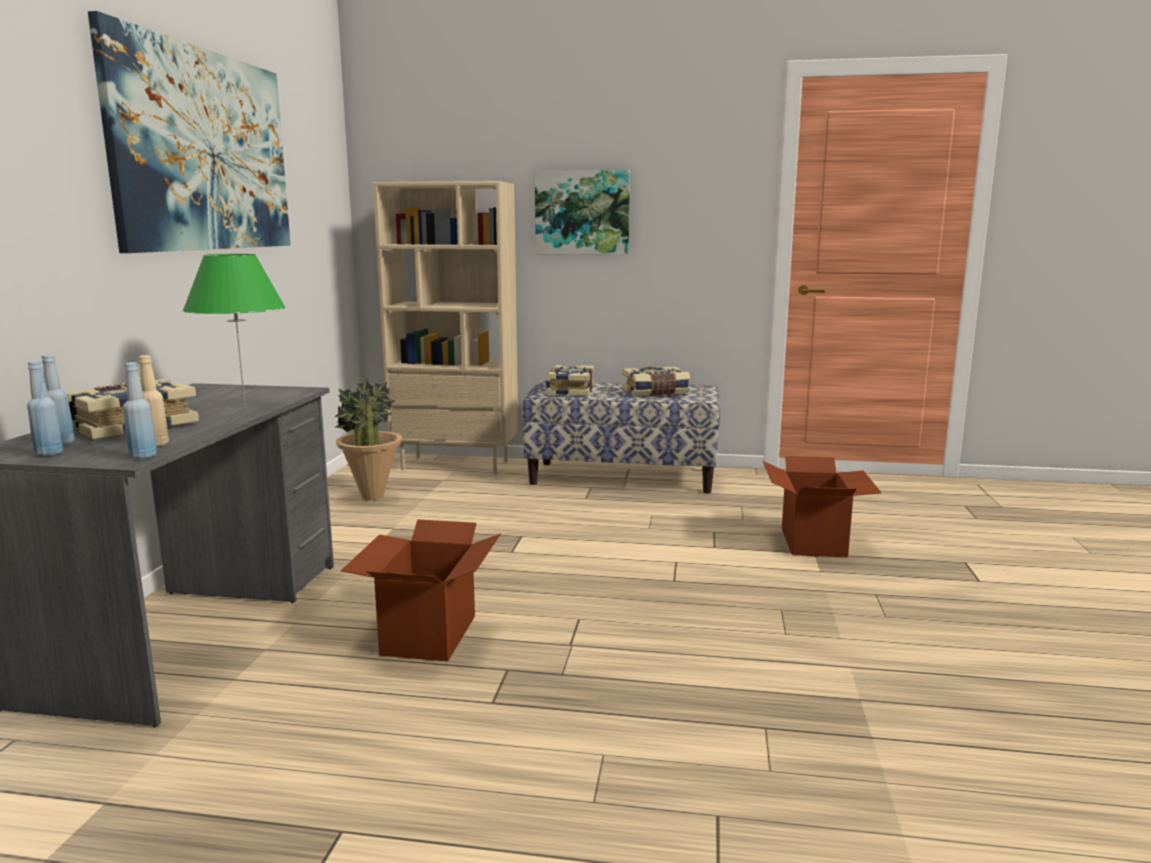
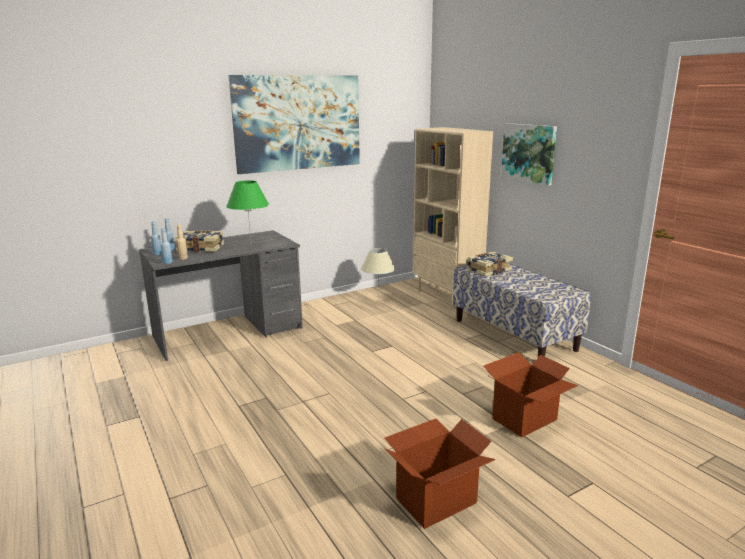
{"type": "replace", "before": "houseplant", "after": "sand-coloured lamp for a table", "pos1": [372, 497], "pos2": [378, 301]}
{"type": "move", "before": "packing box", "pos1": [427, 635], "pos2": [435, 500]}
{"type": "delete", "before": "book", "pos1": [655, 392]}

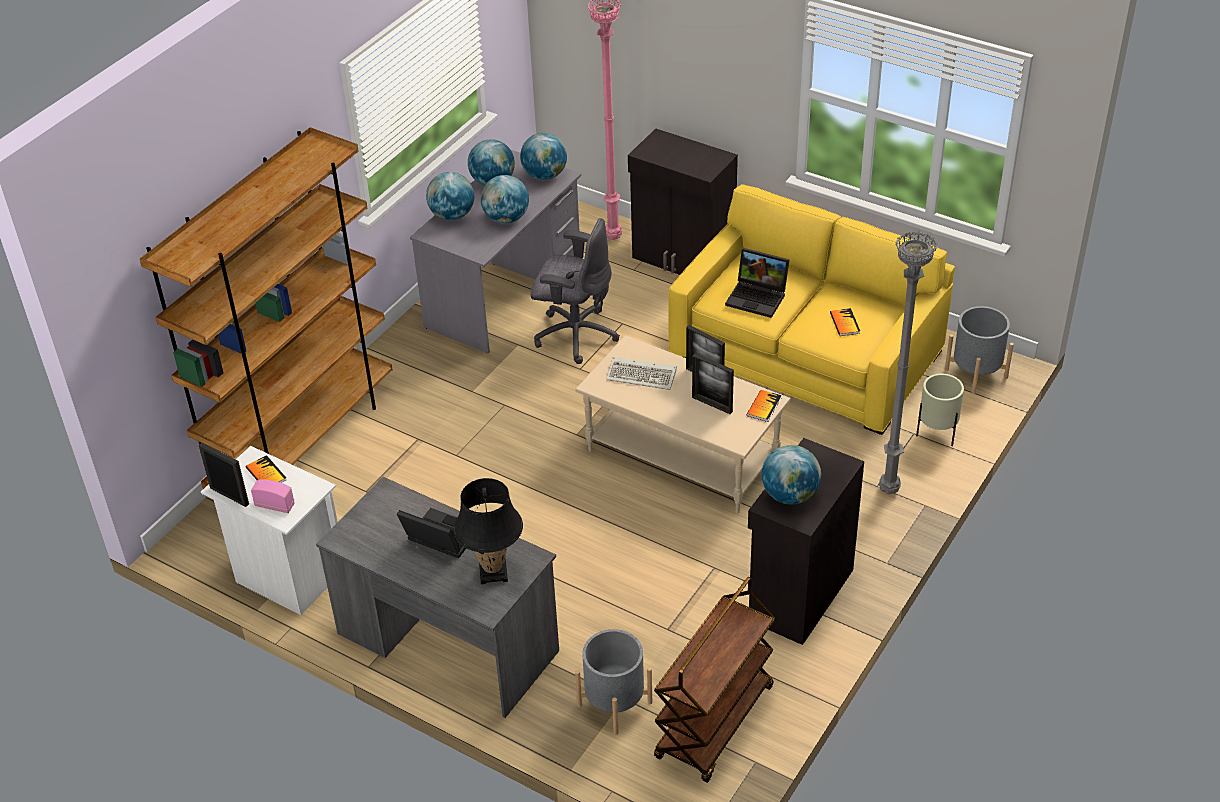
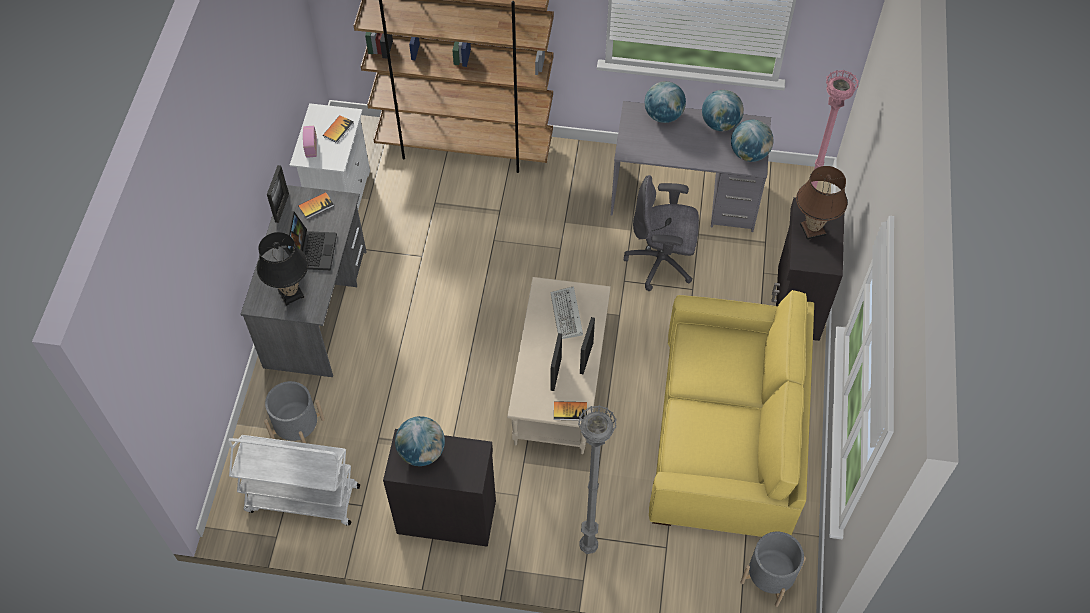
{"type": "move", "before": "photo frame", "pos1": [229, 496], "pos2": [282, 208]}
{"type": "delete", "before": "desk globe", "pos1": [506, 218]}
{"type": "rotate", "before": "greyish office chair", "pos1": [575, 335], "pos2": [661, 262], "turn": 105}
{"type": "recolor", "before": "brown-coloured trolley", "after": "white trolley", "pos1": [715, 723], "pos2": [302, 499]}
{"type": "delete", "before": "portable computer", "pos1": [758, 297]}
{"type": "move", "before": "book", "pos1": [844, 323], "pos2": [316, 206]}
{"type": "delete", "before": "sand-coloured planter", "pos1": [937, 435]}
{"type": "insert", "after": "brown-coloured lamp for a table", "pos2": [812, 229]}

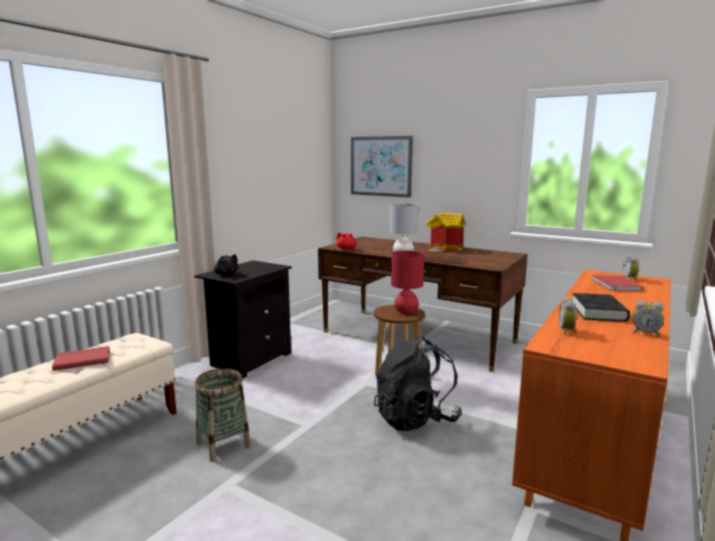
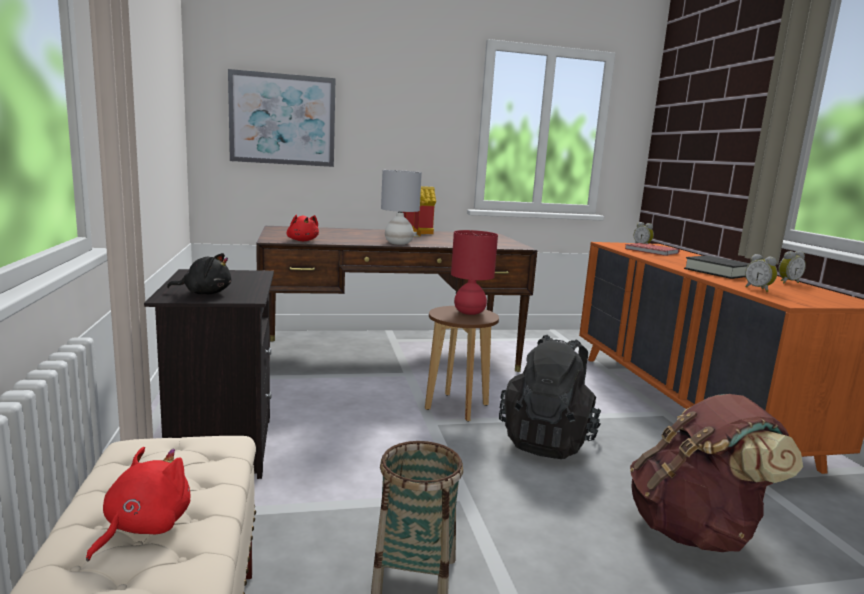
{"type": "replace", "before": "reddish book", "after": "reddish soft toy", "pos1": [82, 359], "pos2": [143, 527]}
{"type": "insert", "after": "brown-coloured backpack", "pos2": [695, 531]}

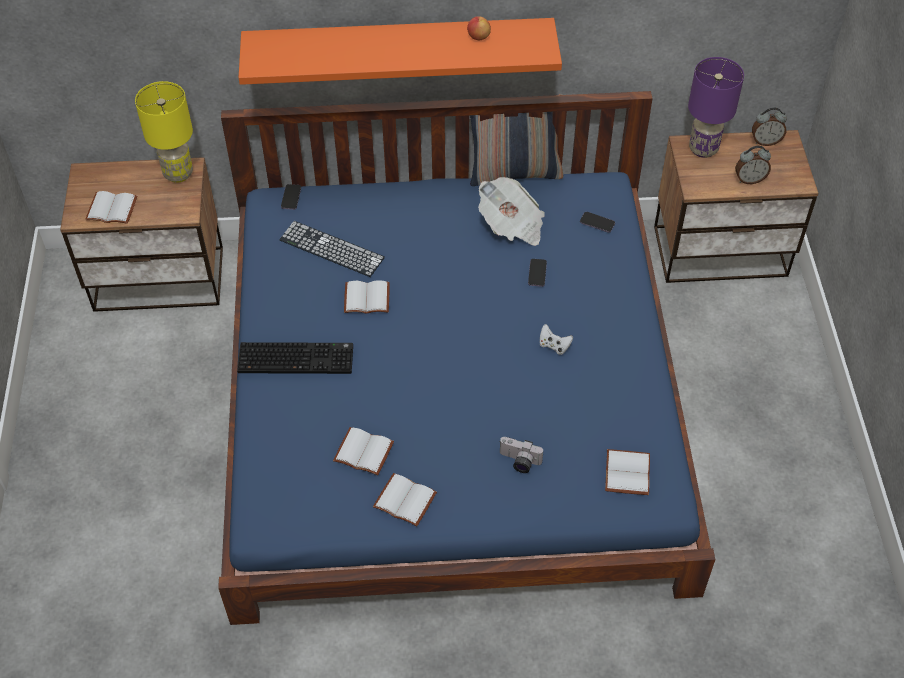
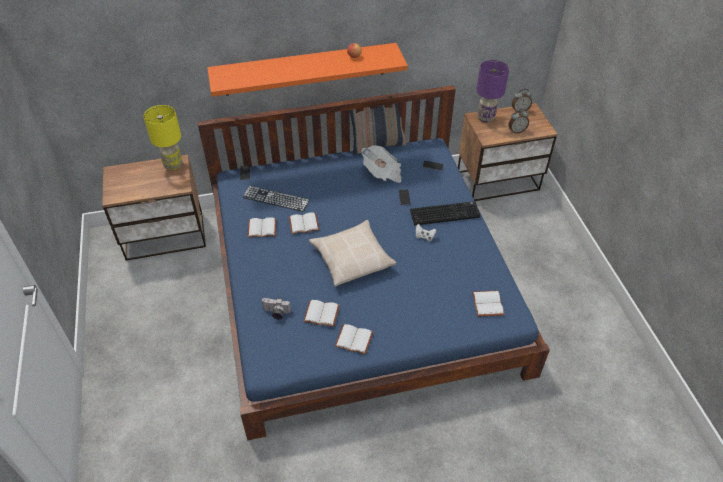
{"type": "move", "before": "white book", "pos1": [113, 208], "pos2": [262, 228]}
{"type": "move", "before": "keyboard", "pos1": [297, 358], "pos2": [445, 213]}
{"type": "move", "before": "still camera", "pos1": [518, 462], "pos2": [276, 313]}
{"type": "insert", "after": "sand-coloured cushion", "pos2": [352, 258]}

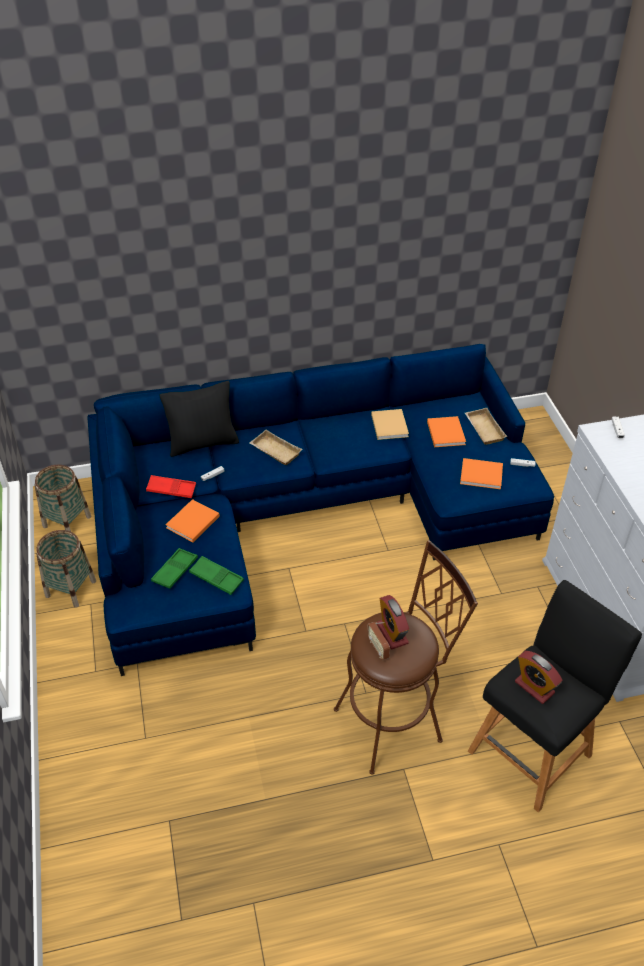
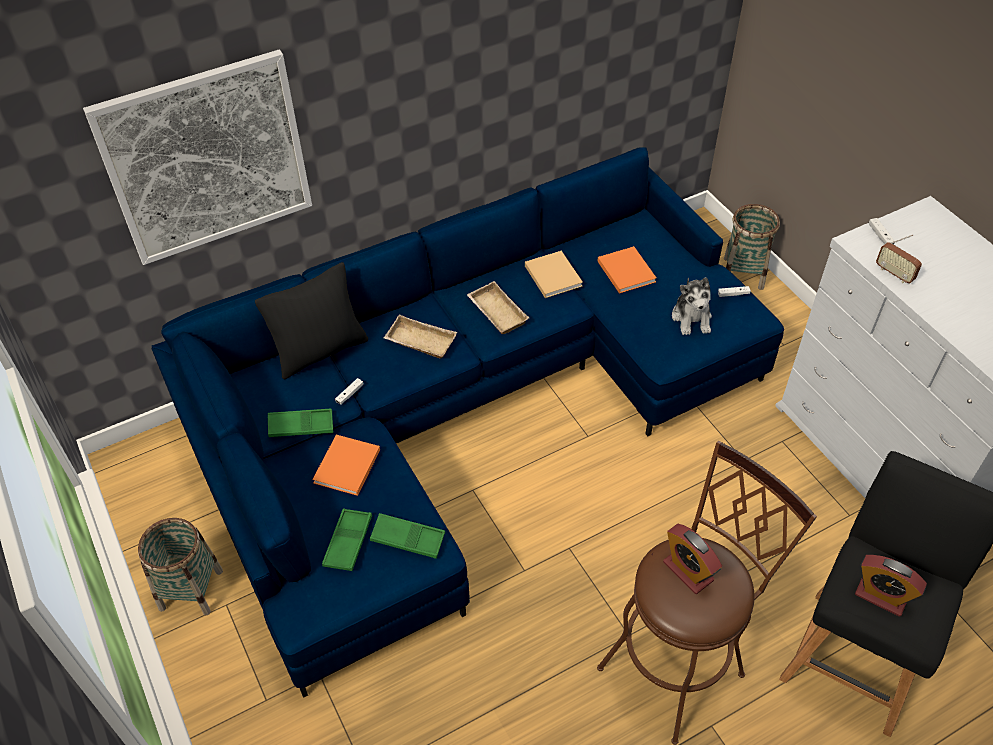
{"type": "move", "before": "basket", "pos1": [67, 521], "pos2": [743, 273]}
{"type": "recolor", "before": "reddish carrying tray", "after": "green-coloured carrying tray", "pos1": [171, 489], "pos2": [301, 426]}
{"type": "move", "before": "radio set", "pos1": [378, 648], "pos2": [894, 274]}
{"type": "replace", "before": "orange book", "after": "soft toy", "pos1": [482, 475], "pos2": [692, 318]}
{"type": "move", "before": "sand-coloured carrying tray", "pos1": [483, 429], "pos2": [495, 312]}
{"type": "insert", "after": "picture", "pos2": [207, 159]}

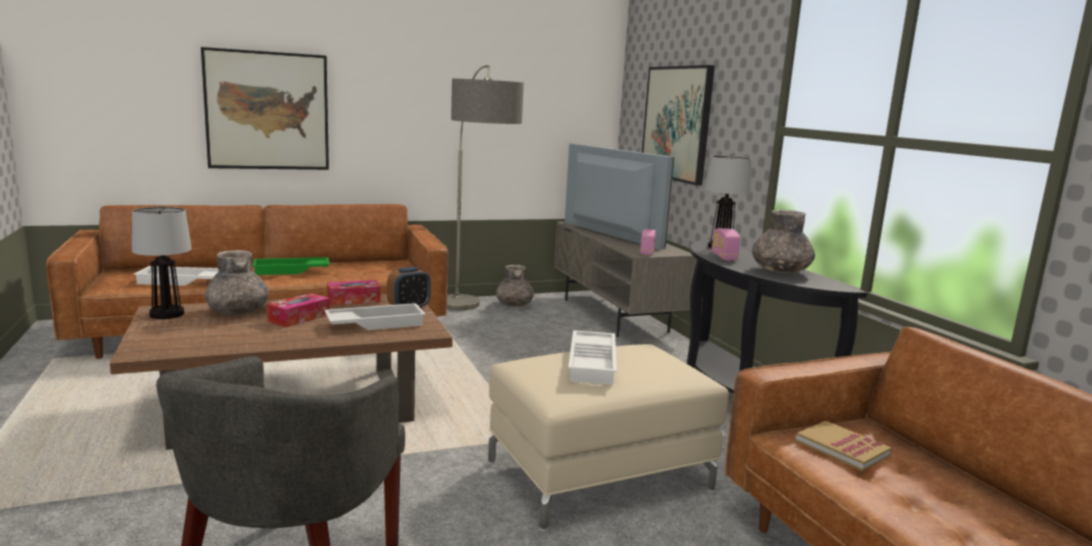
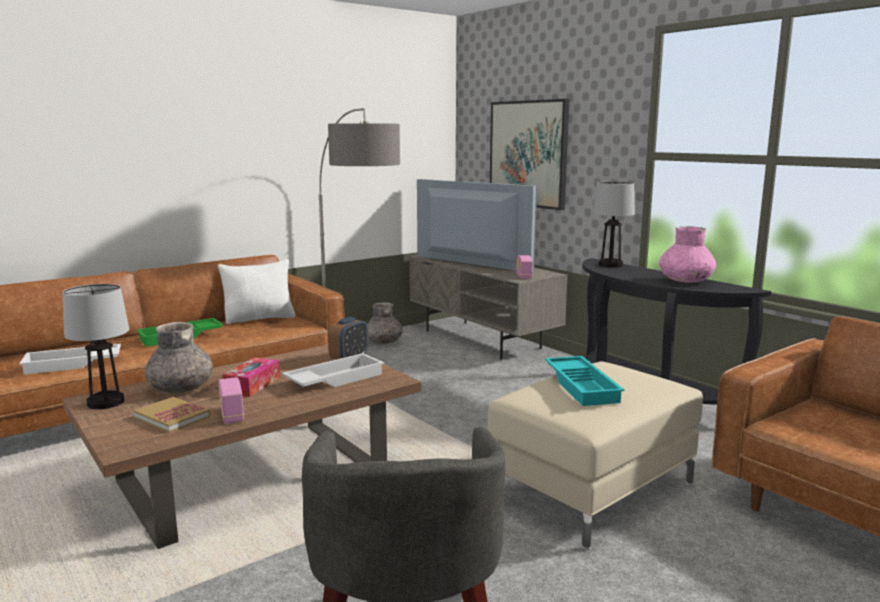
{"type": "delete", "before": "picture", "pos1": [267, 111]}
{"type": "delete", "before": "tissue holder", "pos1": [353, 300]}
{"type": "recolor", "before": "white carrying tray", "after": "turquoise carrying tray", "pos1": [594, 363], "pos2": [583, 386]}
{"type": "move", "before": "radio set", "pos1": [723, 257], "pos2": [231, 415]}
{"type": "recolor", "before": "greyish decorative vase", "after": "pink decorative vase", "pos1": [780, 271], "pos2": [685, 281]}
{"type": "move", "before": "book", "pos1": [842, 448], "pos2": [172, 417]}
{"type": "insert", "after": "white cushion", "pos2": [260, 319]}

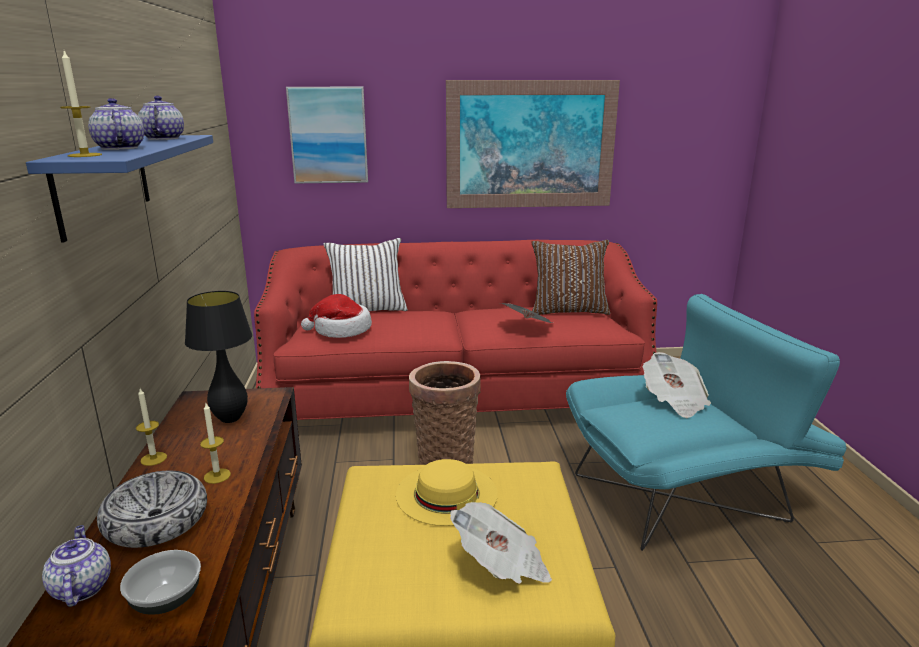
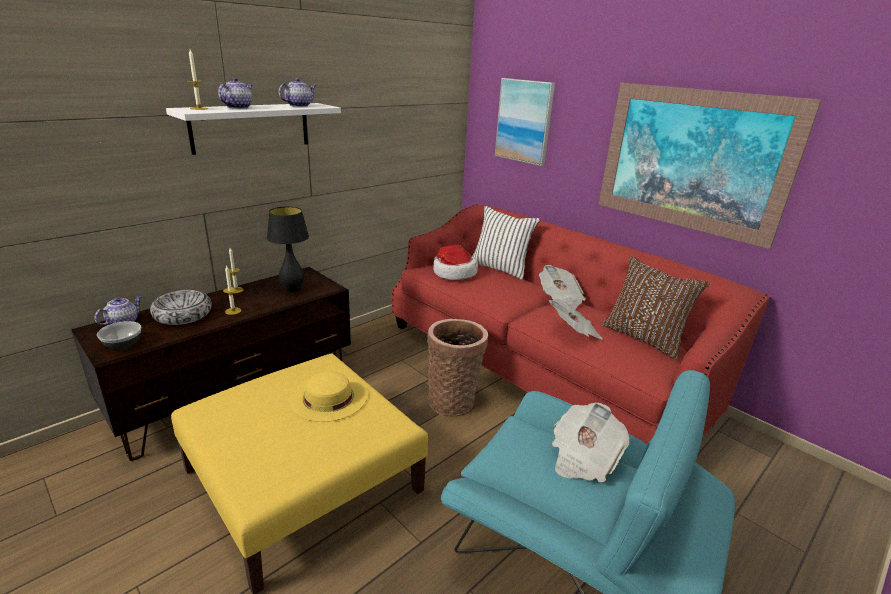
{"type": "recolor", "before": "blue-coloured wall shelf", "after": "white wall shelf", "pos1": [104, 183], "pos2": [251, 127]}
{"type": "move", "before": "printed paper", "pos1": [501, 565], "pos2": [560, 299]}

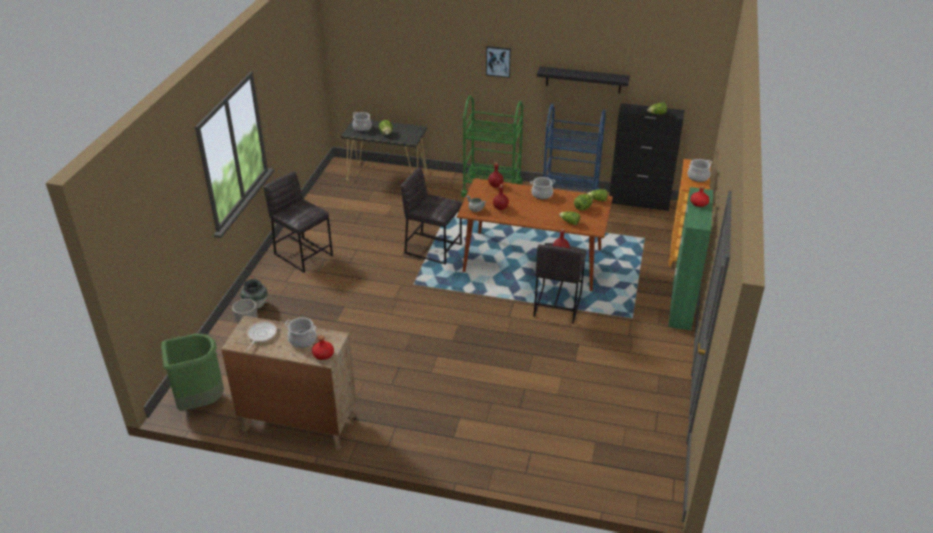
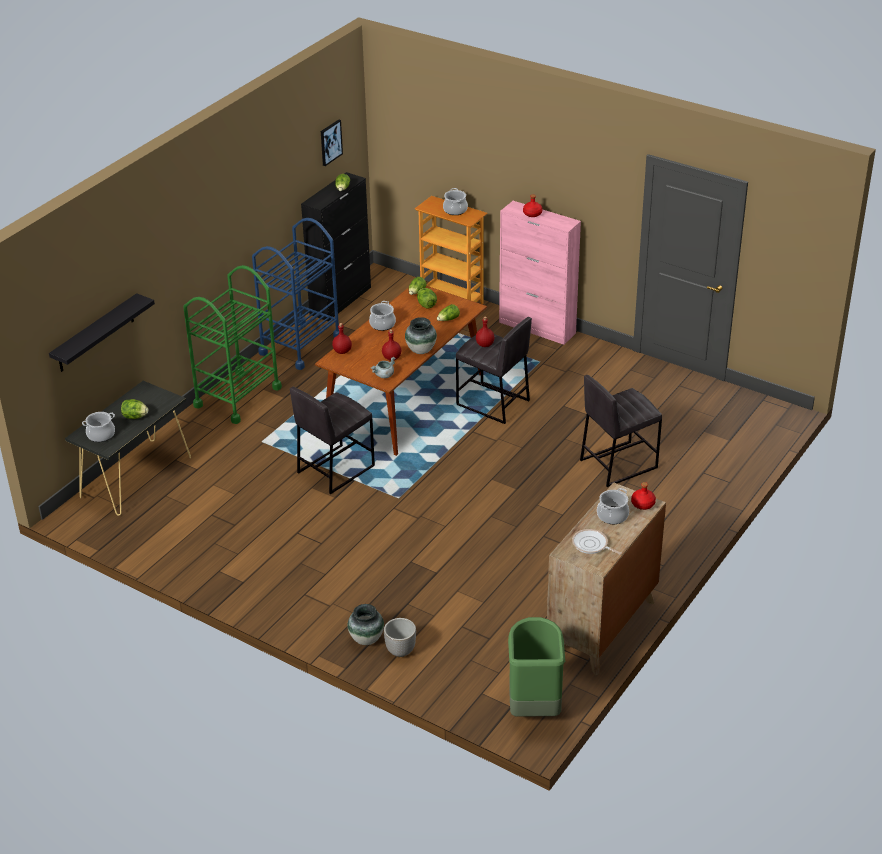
{"type": "move", "before": "greyish sitting stool", "pos1": [303, 254], "pos2": [617, 463]}
{"type": "move", "before": "picture", "pos1": [498, 61], "pos2": [330, 142]}
{"type": "move", "before": "black-coloured wall shelf", "pos1": [583, 80], "pos2": [95, 334]}
{"type": "recolor", "before": "green-coloured cabinet", "after": "pink cabinet", "pos1": [681, 306], "pos2": [537, 328]}
{"type": "insert", "after": "decorative vase", "pos2": [421, 350]}

